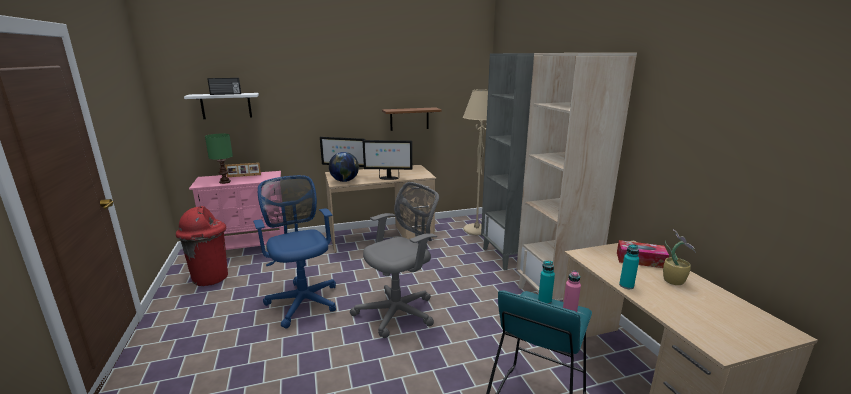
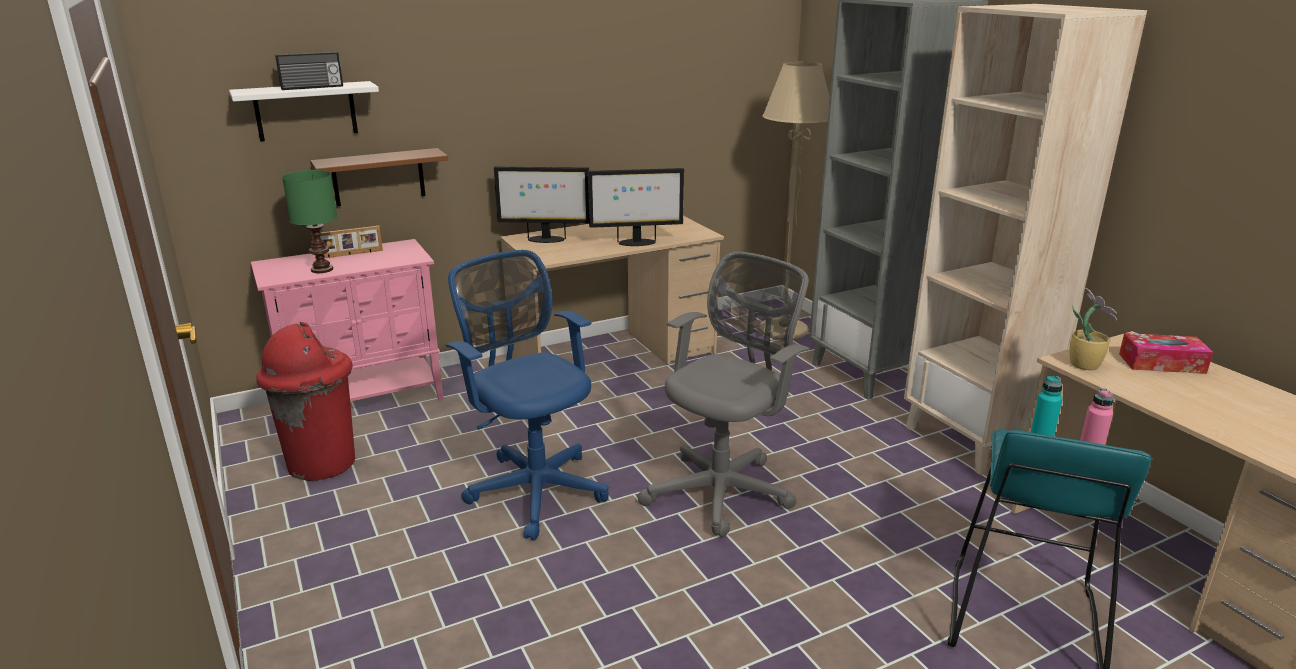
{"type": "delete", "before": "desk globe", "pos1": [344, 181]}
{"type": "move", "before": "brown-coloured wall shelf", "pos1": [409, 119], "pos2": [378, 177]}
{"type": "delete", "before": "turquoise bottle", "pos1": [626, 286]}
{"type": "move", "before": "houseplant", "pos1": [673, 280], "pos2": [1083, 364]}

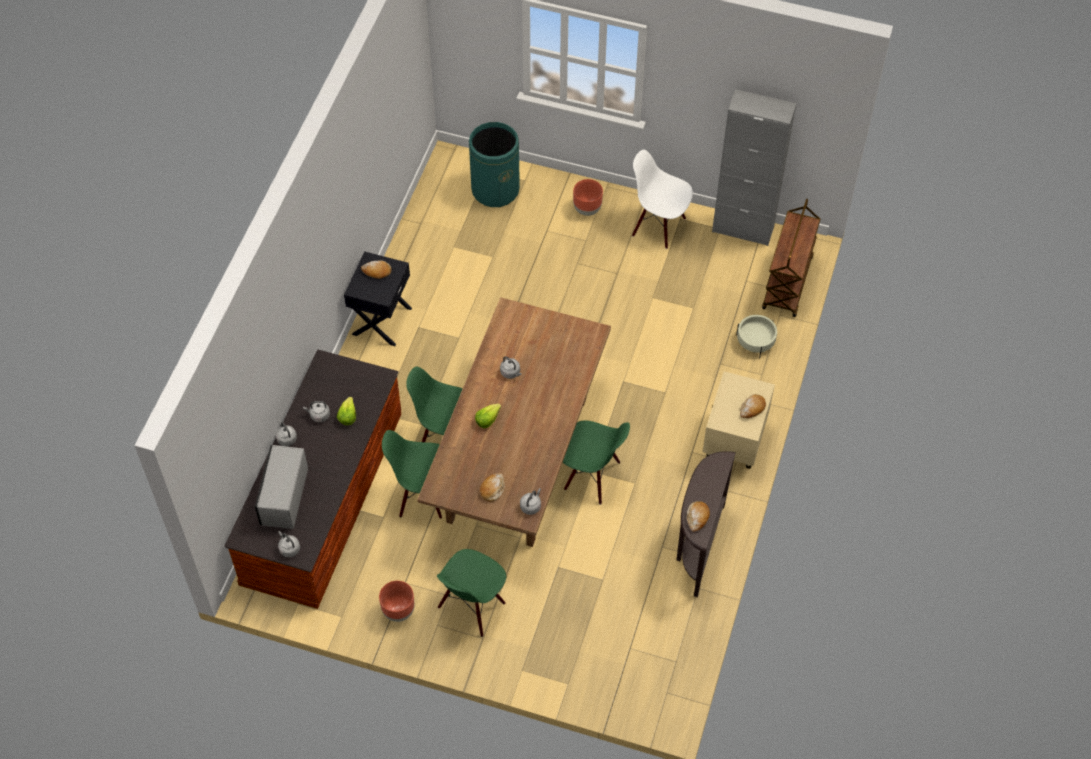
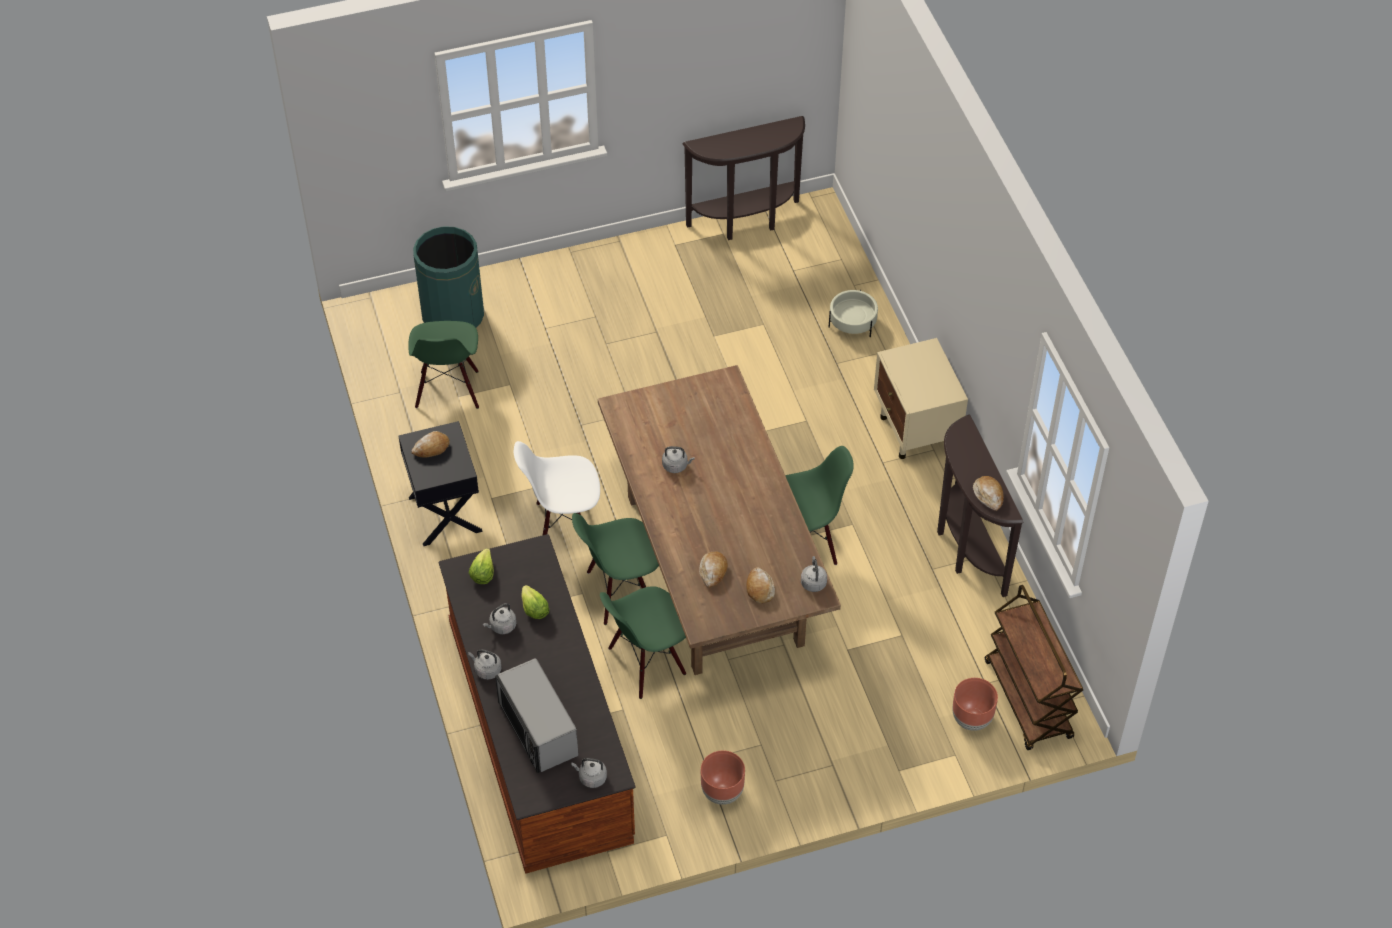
{"type": "move", "before": "green-coloured upright chair", "pos1": [472, 606], "pos2": [448, 390]}
{"type": "move", "before": "head of lettuce", "pos1": [487, 419], "pos2": [482, 573]}
{"type": "move", "before": "brown-coloured planter", "pos1": [587, 209], "pos2": [972, 719]}
{"type": "move", "before": "white upright chair", "pos1": [659, 226], "pos2": [563, 527]}
{"type": "replace", "before": "greyish cabinet", "after": "brown-coloured console table", "pos1": [743, 229], "pos2": [747, 222]}
{"type": "move", "before": "baked bread", "pos1": [752, 408], "pos2": [713, 571]}
{"type": "move", "before": "brown-coloured trolley", "pos1": [787, 284], "pos2": [1028, 700]}

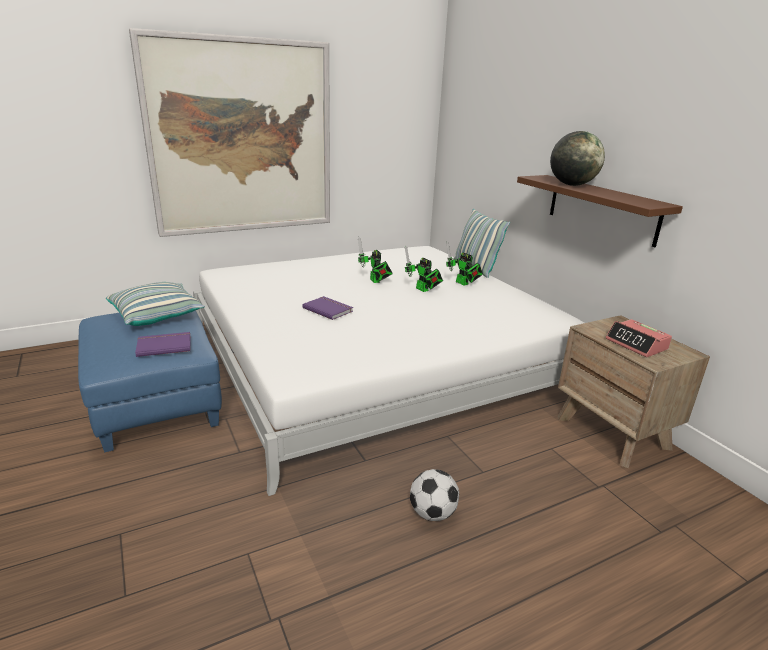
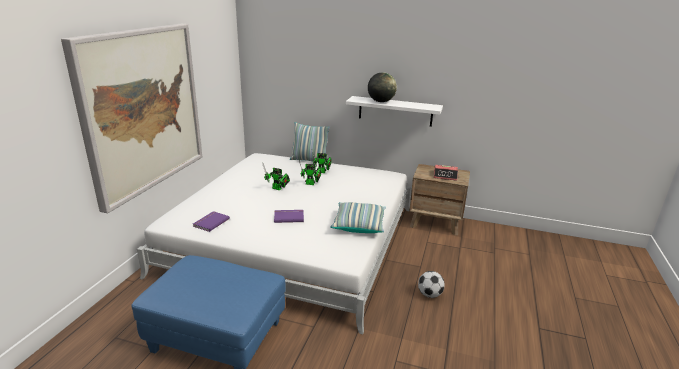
{"type": "move", "before": "cushion", "pos1": [157, 315], "pos2": [359, 225]}
{"type": "move", "before": "purplish book", "pos1": [164, 345], "pos2": [210, 222]}
{"type": "recolor", "before": "brown-coloured wall shelf", "after": "white wall shelf", "pos1": [602, 209], "pos2": [395, 111]}

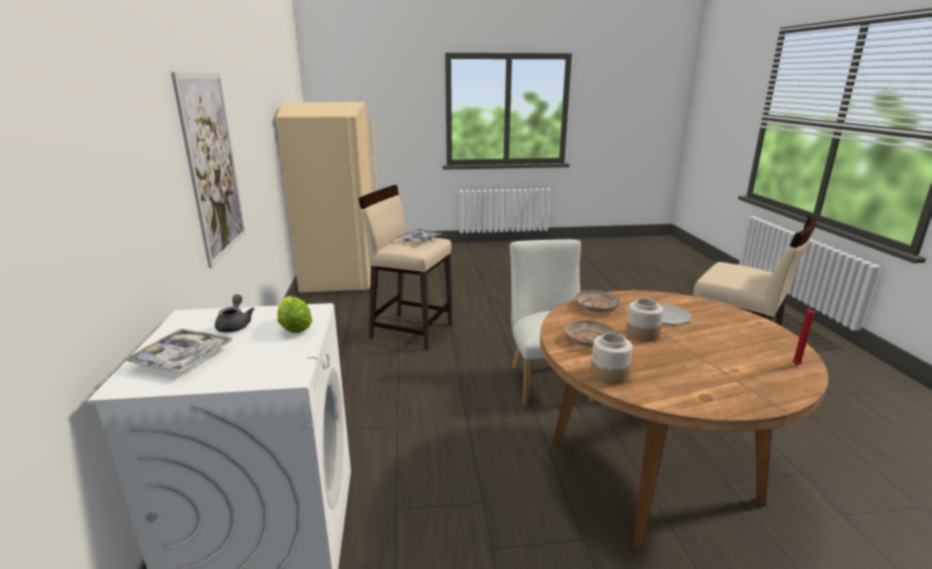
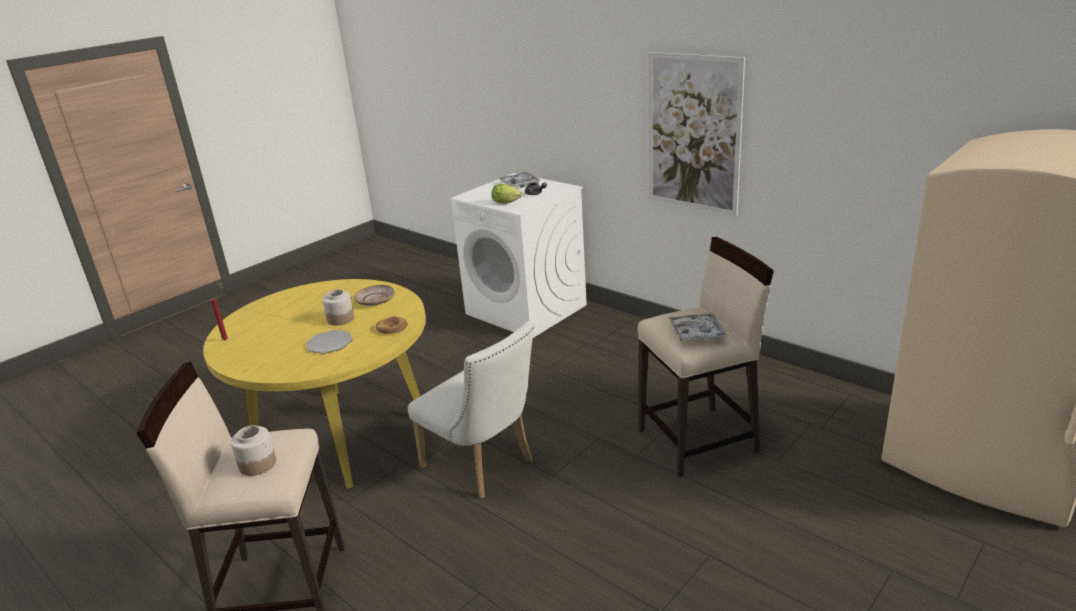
{"type": "recolor", "before": "brown-coloured dining table", "after": "yellowish dining table", "pos1": [650, 471], "pos2": [342, 434]}
{"type": "replace", "before": "sand-coloured dinner plate", "after": "baked bread", "pos1": [596, 306], "pos2": [392, 327]}
{"type": "move", "before": "preserve jar", "pos1": [609, 374], "pos2": [257, 464]}

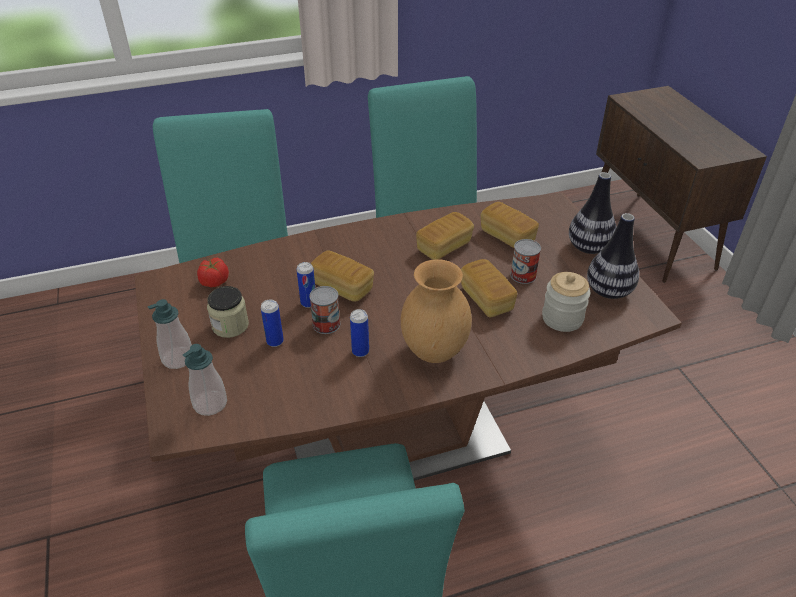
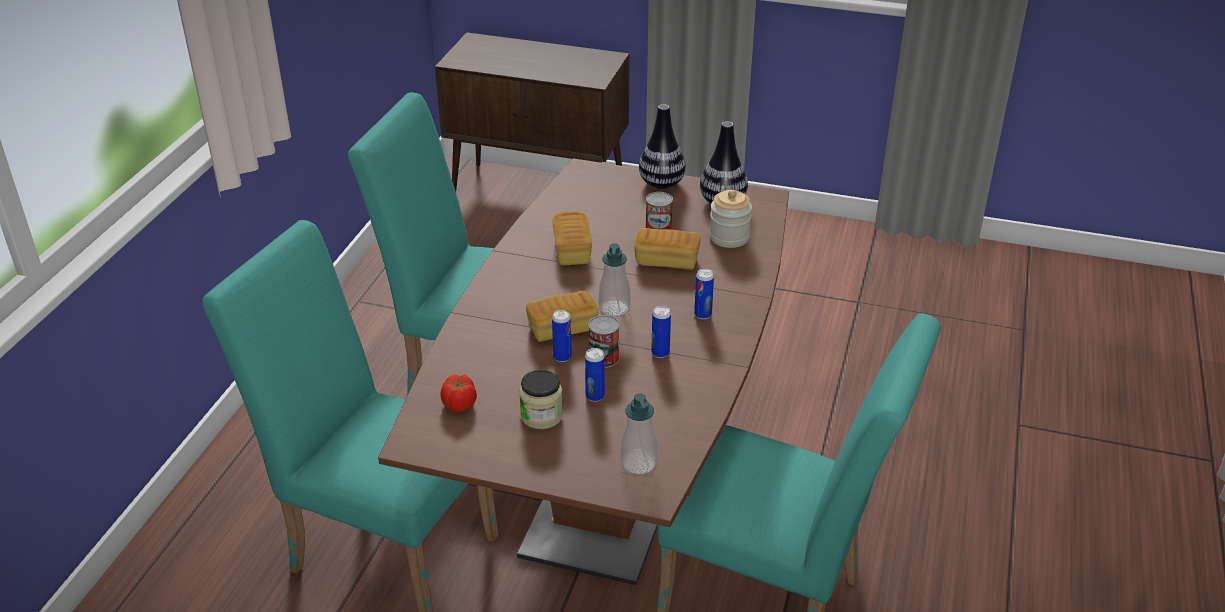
{"type": "move", "before": "soap bottle", "pos1": [178, 358], "pos2": [614, 308]}
{"type": "replace", "before": "brown-coloured decorative vase", "after": "metal can", "pos1": [435, 352], "pos2": [703, 314]}
{"type": "delete", "before": "baked bread", "pos1": [507, 236]}

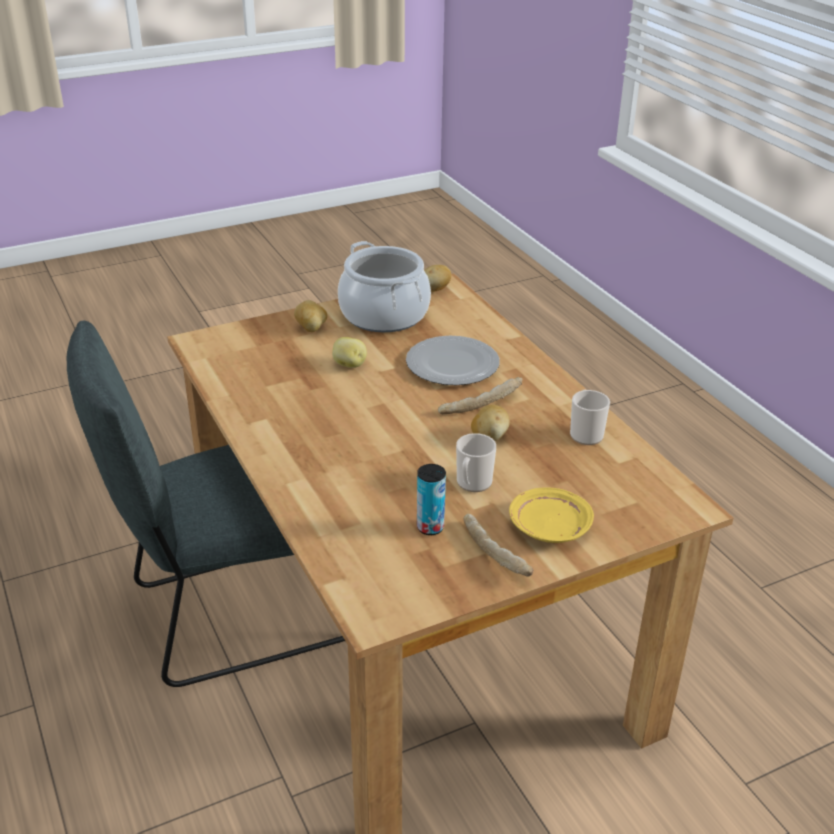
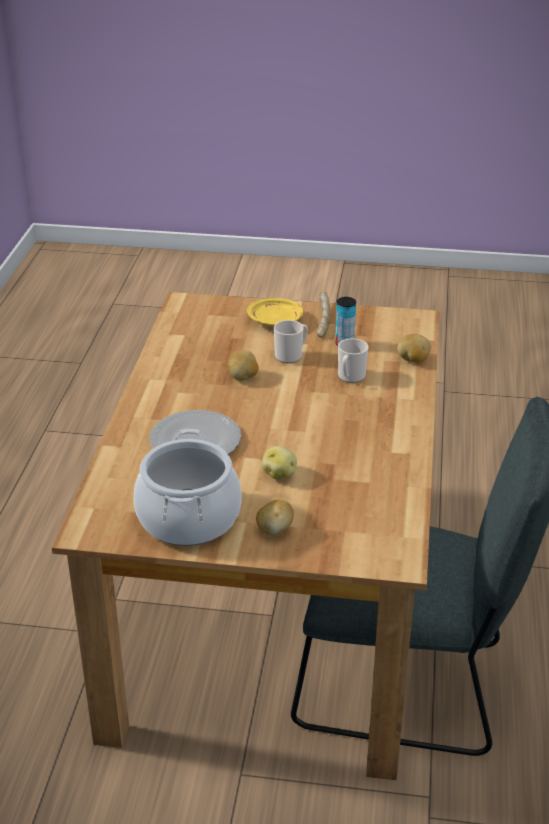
{"type": "move", "before": "potato", "pos1": [434, 290], "pos2": [413, 360]}
{"type": "delete", "before": "baked bread", "pos1": [480, 404]}
{"type": "move", "before": "coffee mug", "pos1": [585, 433], "pos2": [350, 377]}

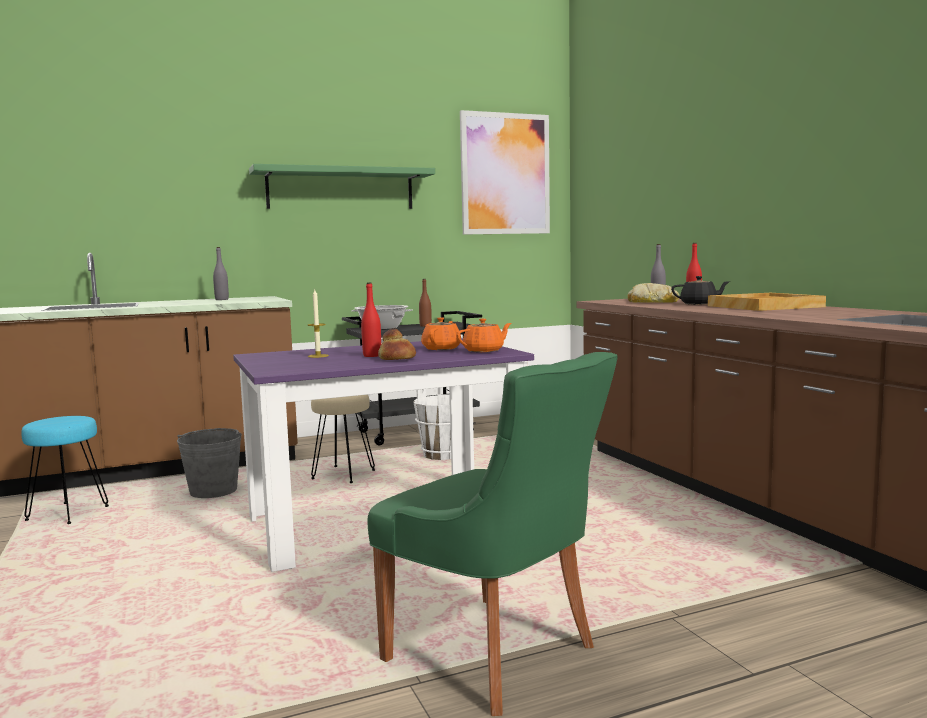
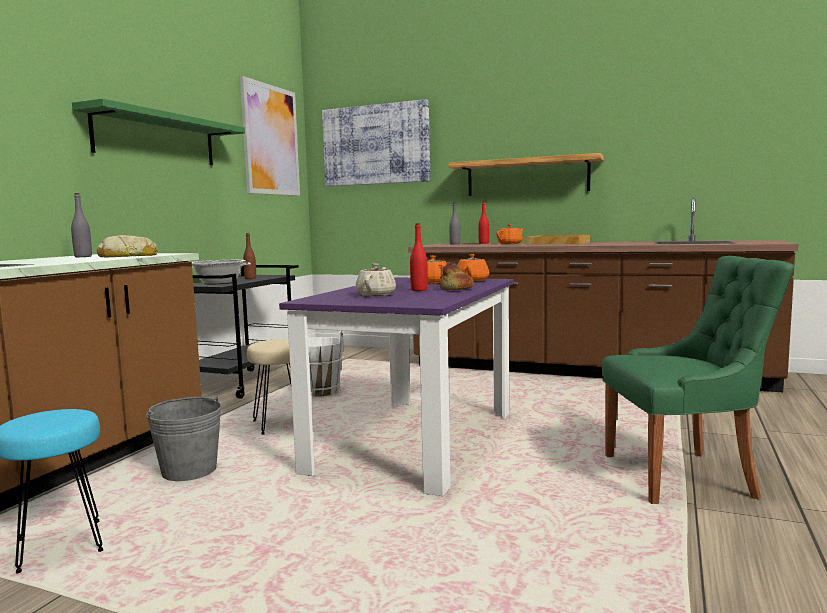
{"type": "replace", "before": "candle", "after": "sand-coloured pot for tea", "pos1": [318, 356], "pos2": [376, 294]}
{"type": "move", "before": "baked bread", "pos1": [652, 302], "pos2": [128, 256]}
{"type": "recolor", "before": "black-coloured pot for tea", "after": "orange pot for tea", "pos1": [699, 304], "pos2": [510, 244]}
{"type": "insert", "after": "picture", "pos2": [376, 145]}
{"type": "insert", "after": "wall shelf", "pos2": [527, 176]}

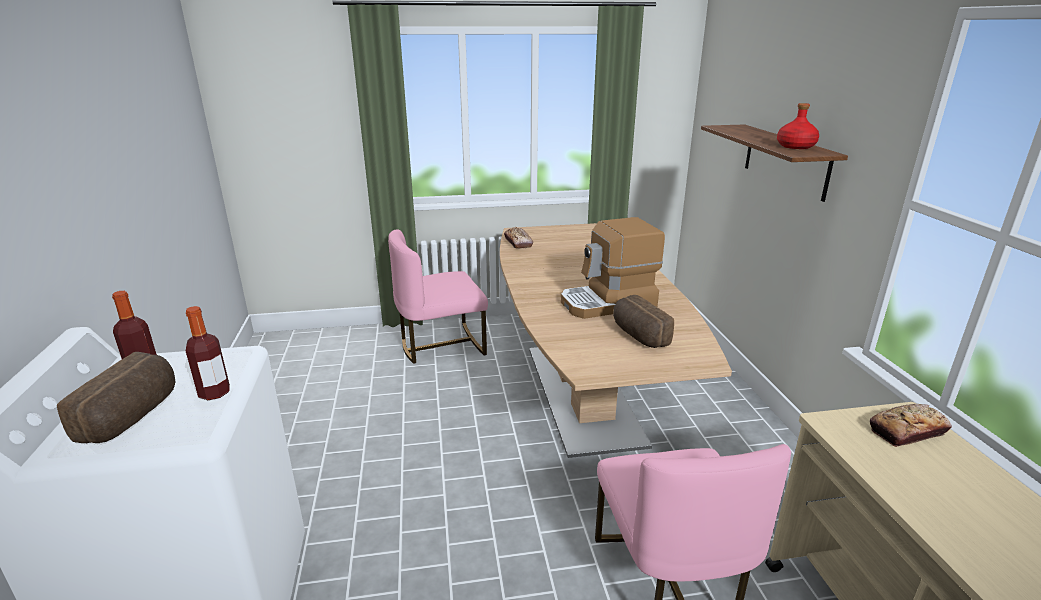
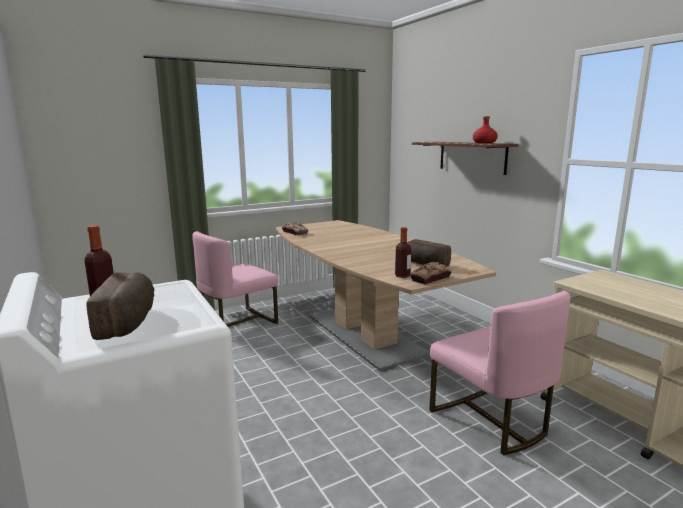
{"type": "move", "before": "bottle", "pos1": [214, 393], "pos2": [402, 275]}
{"type": "delete", "before": "coffee machine", "pos1": [608, 303]}
{"type": "move", "before": "baked bread", "pos1": [907, 431], "pos2": [430, 278]}

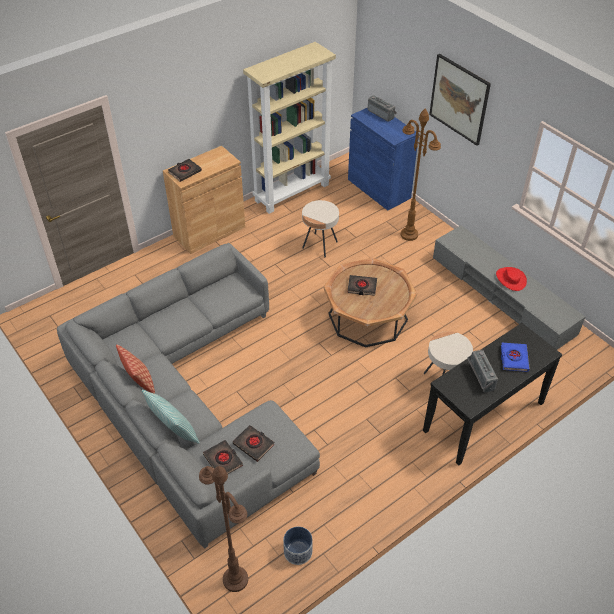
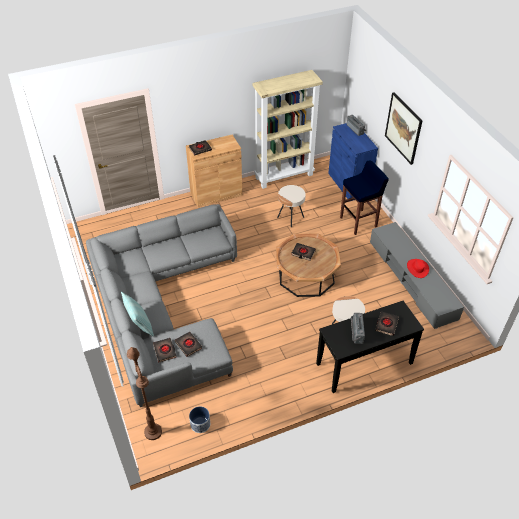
{"type": "delete", "before": "cushion", "pos1": [139, 382]}
{"type": "replace", "before": "brown-coloured standing lamp", "after": "blue-coloured sitting stool", "pos1": [409, 235], "pos2": [359, 222]}
{"type": "recolor", "before": "blue-coloured book", "after": "black-coloured book", "pos1": [514, 358], "pos2": [386, 324]}

